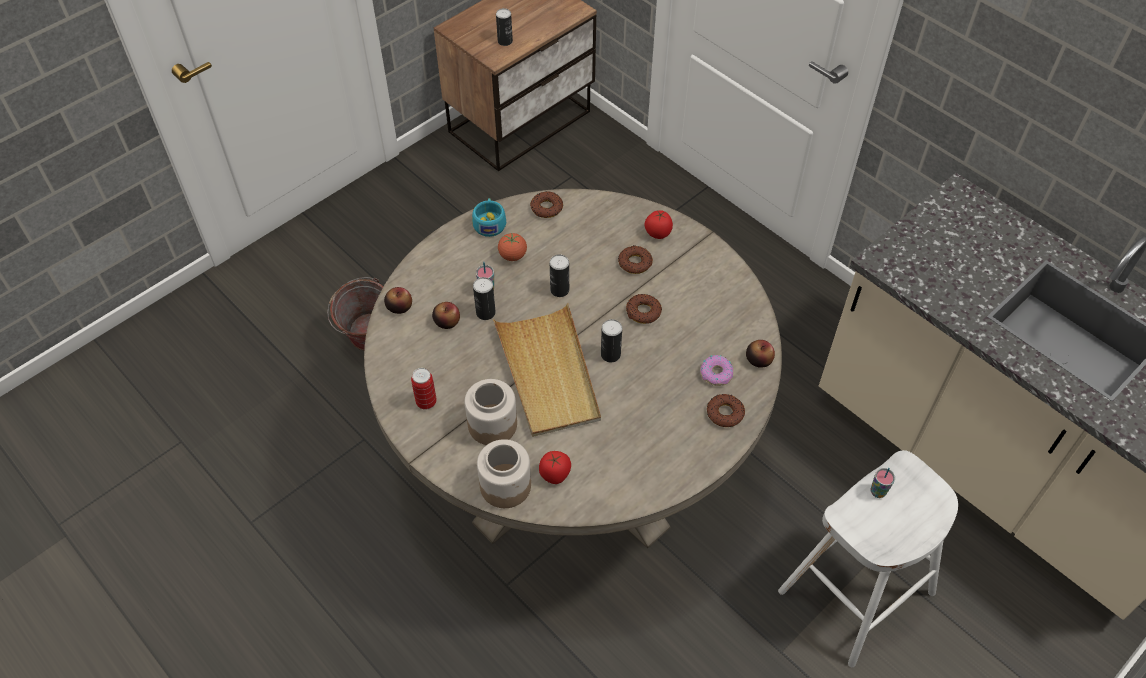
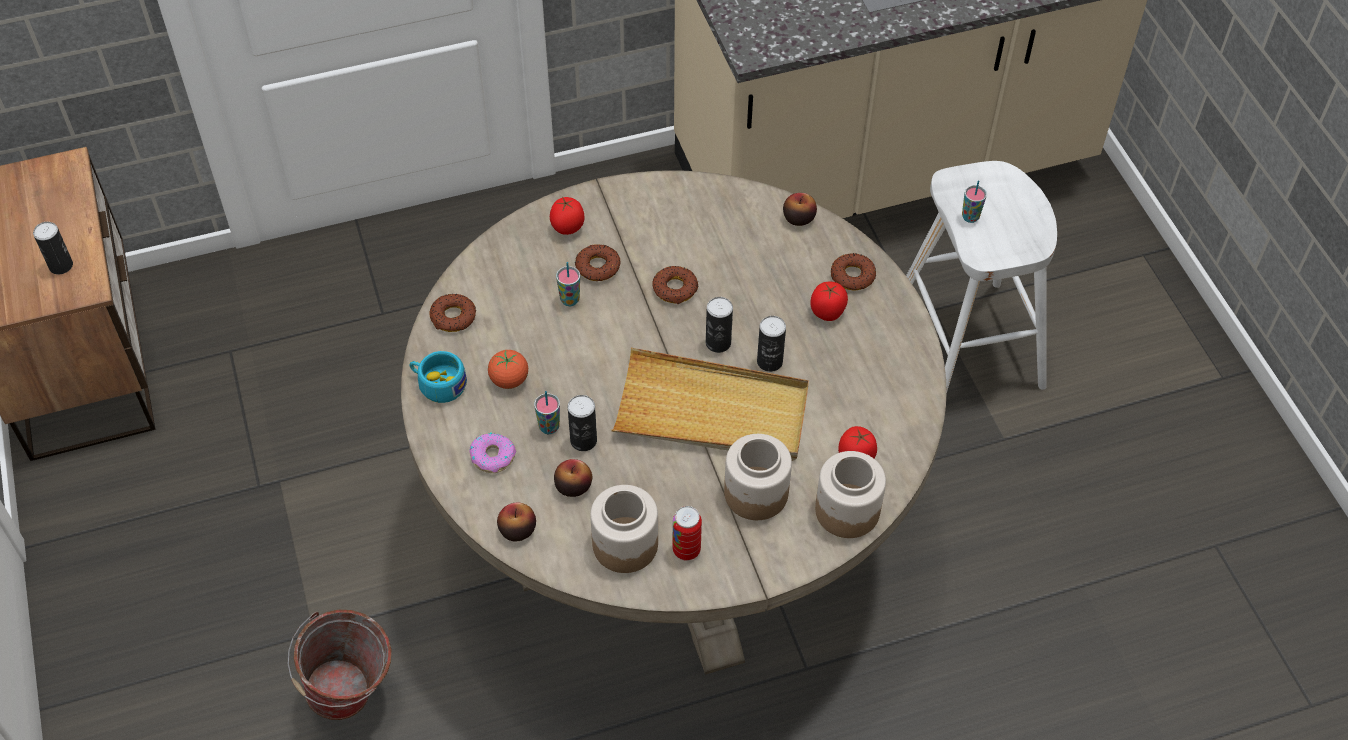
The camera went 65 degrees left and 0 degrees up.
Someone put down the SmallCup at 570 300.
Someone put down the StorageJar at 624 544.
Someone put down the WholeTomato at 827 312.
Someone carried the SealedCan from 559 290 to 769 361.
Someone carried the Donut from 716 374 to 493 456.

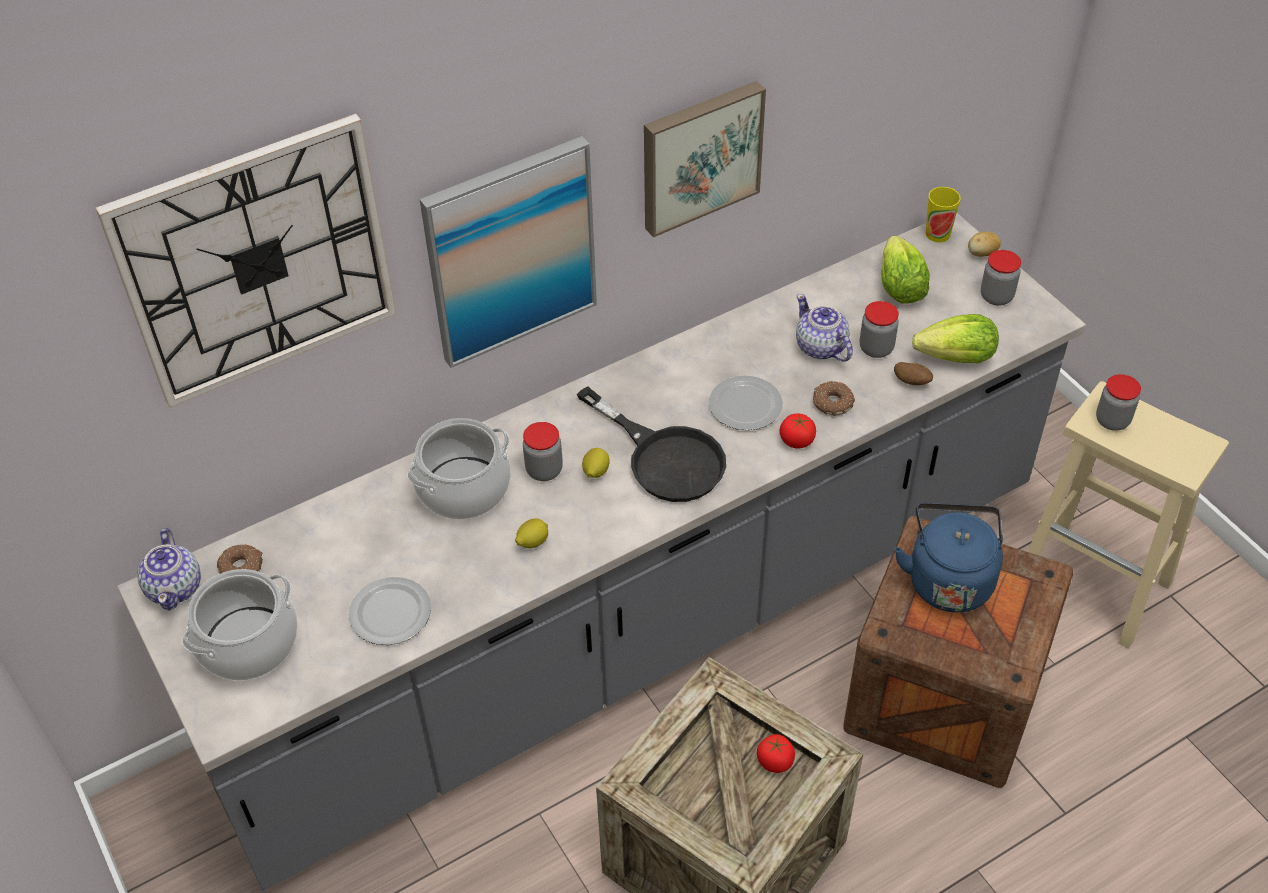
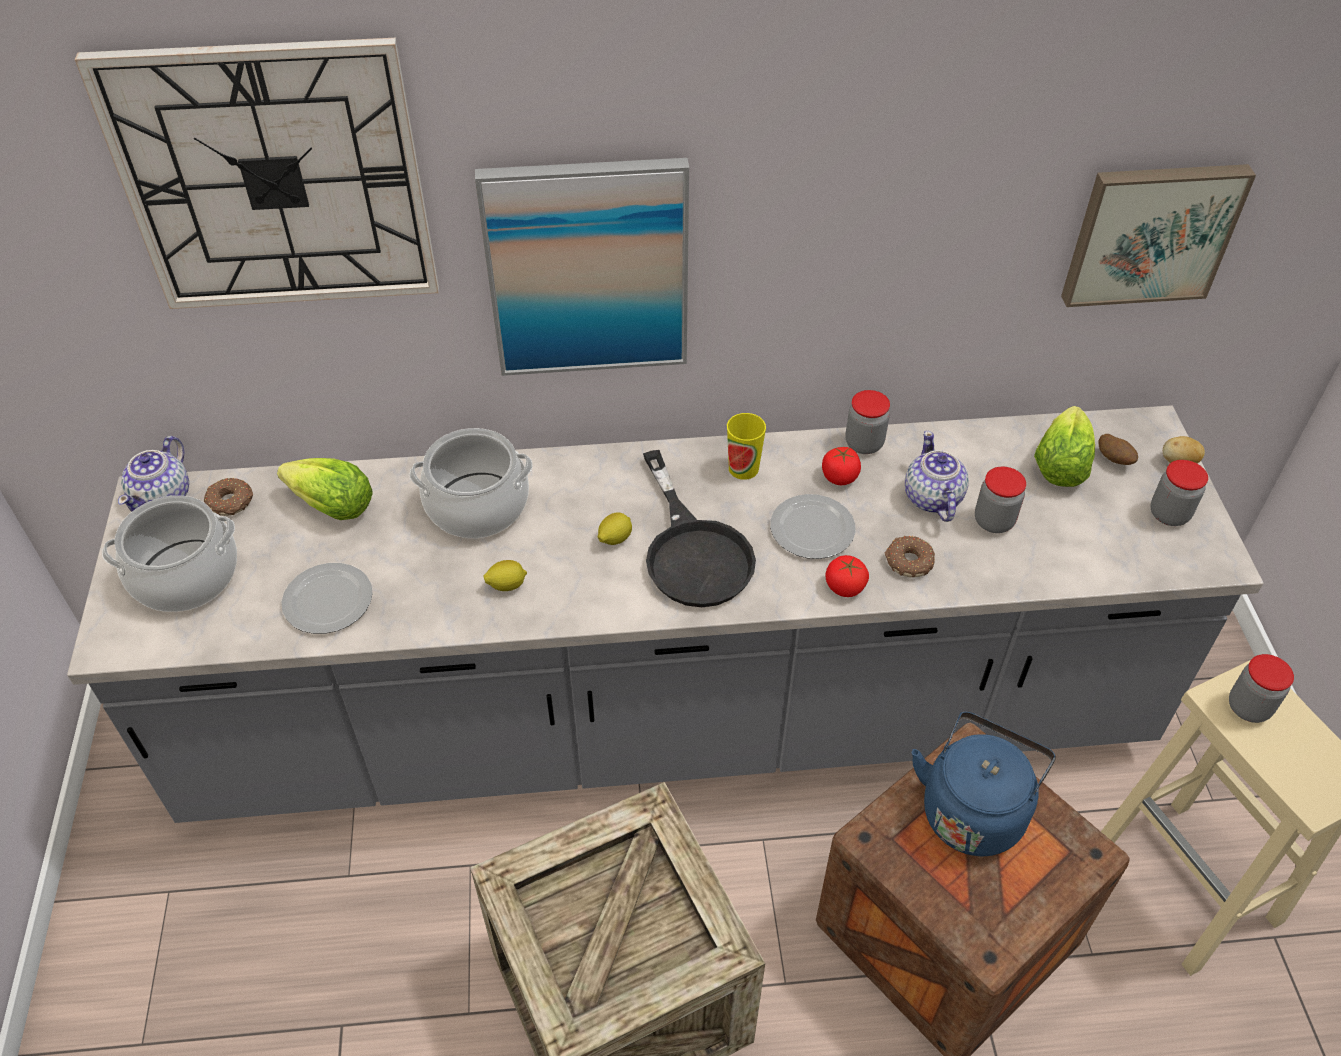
The camera went 25 degrees right and 0 degrees up.
Someone carried the StorageJar from 544 470 to 864 443.
Someone carried the Picture from 699 155 to 1151 232.
Someone carried the WholeTomato from 775 761 to 840 477.
Someone carried the Spud from 912 382 to 1114 459.
Someone carried the HeadOfLettuce from 957 358 to 333 507.
Someone carried the SmallCup from 937 234 to 743 468.

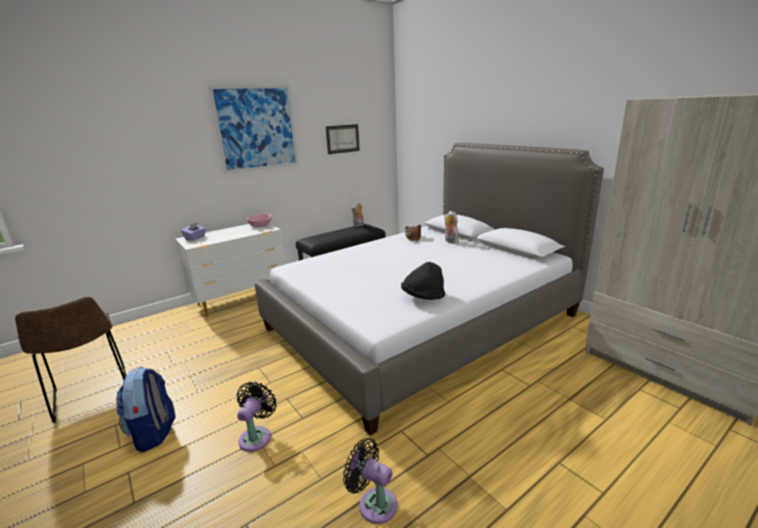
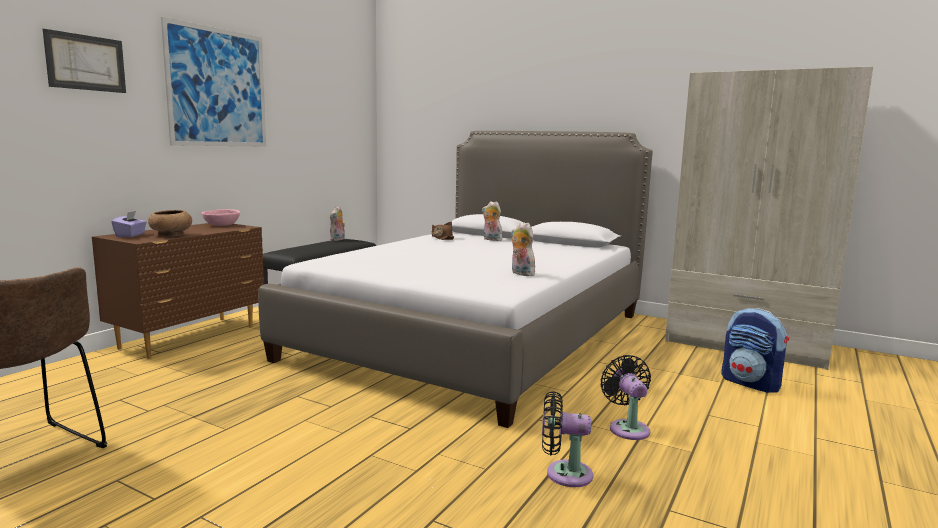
The camera went 25 degrees left and 10 degrees down.
Someone put down the BrownColouredServingBowl at 171 235.
Someone carried the Knapsack from 154 433 to 751 383.
Someone carried the BlackishFan from 257 436 to 627 428.
Someone carried the Picture from 342 139 to 86 62.
Someone swapped the BlackishClothingHat at 423 297 for the SoftToy at 520 273.
Someone repainted the WhitishDrawerChest at 242 299, which became the BrownColouredDrawerChest at 191 337.

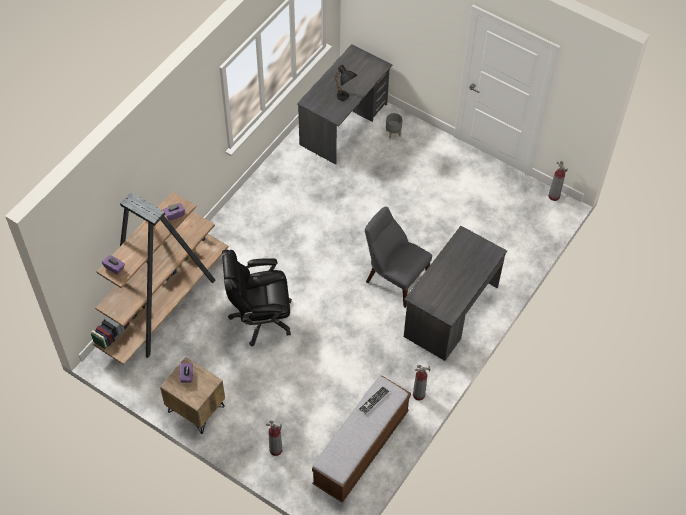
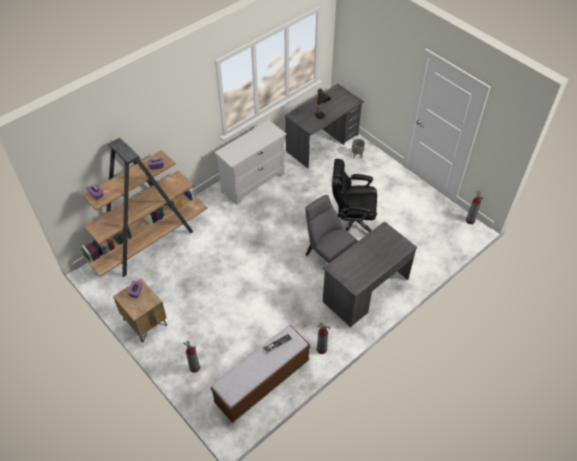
The camera went 15 degrees right and 5 degrees down.
Someone put down the WhitishDrawerChest at 253 182.
Someone carried the BlackishOfficeChair from 260 318 to 352 221.

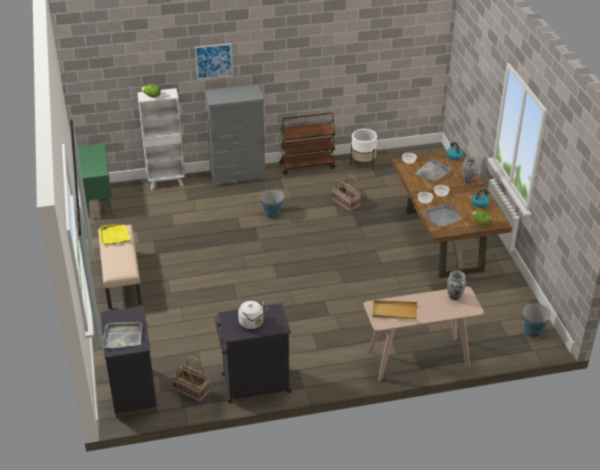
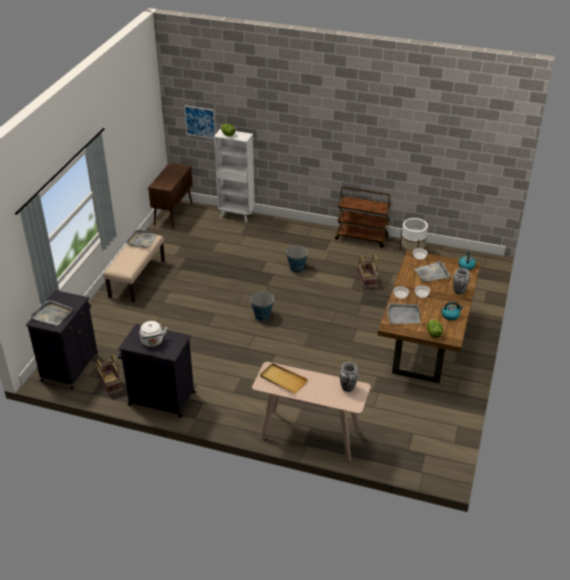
The camera went 30 degrees right and 0 degrees up.
Someone took away the GrayDrawerChest at 238 176.
Someone carried the Picture from 214 61 to 200 122.
Someone carried the Bucket from 533 331 to 262 316.
Someone repainted the GreenColouredStorageCabinet at 98 202, which became the BrownColouredStorageCabinet at 173 214.
Someone repainted the YellowServingTray at 114 235, which became the GrayServingTray at 141 240.

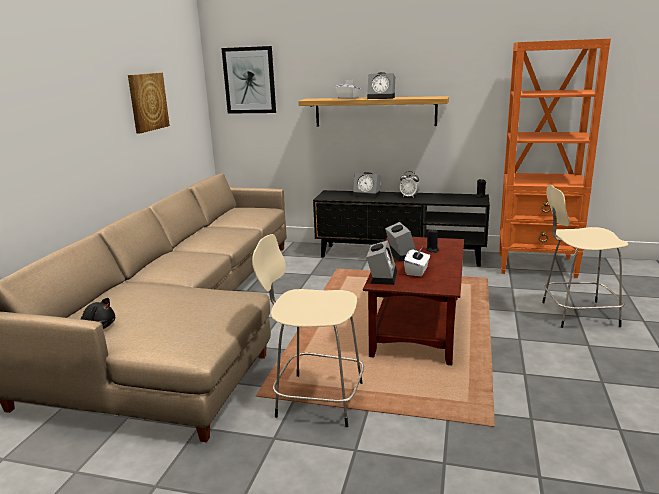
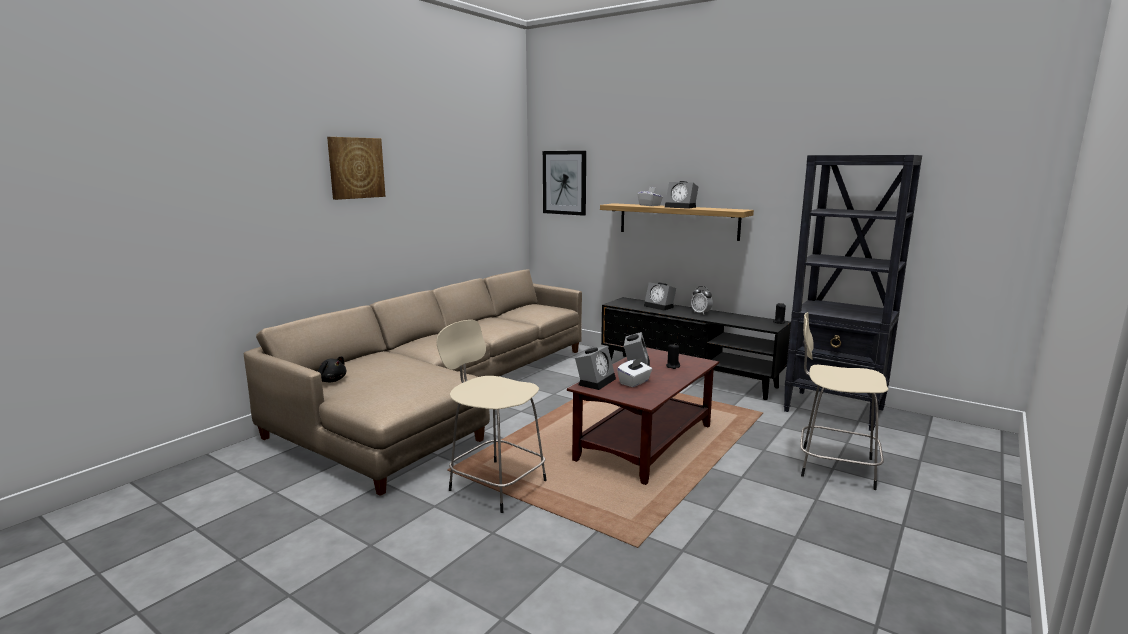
The camera went 20 degrees right and 5 degrees down.
Someone carried the Picture from 147 102 to 356 168.
Someone repainted the OrangeBookcase at 537 266, which became the BlackishBookcase at 835 410.

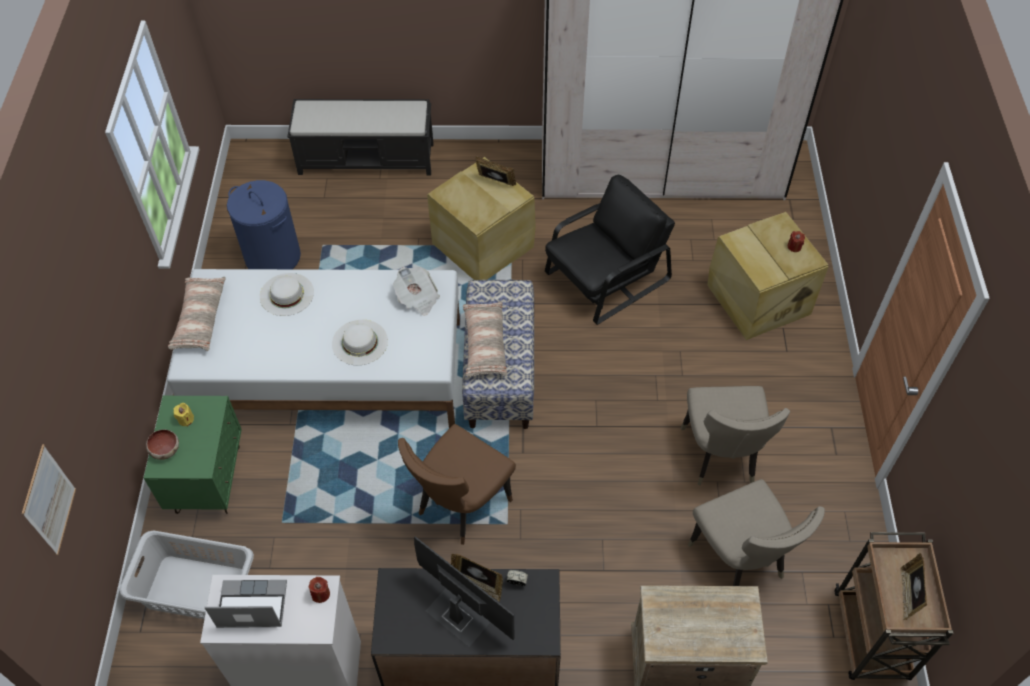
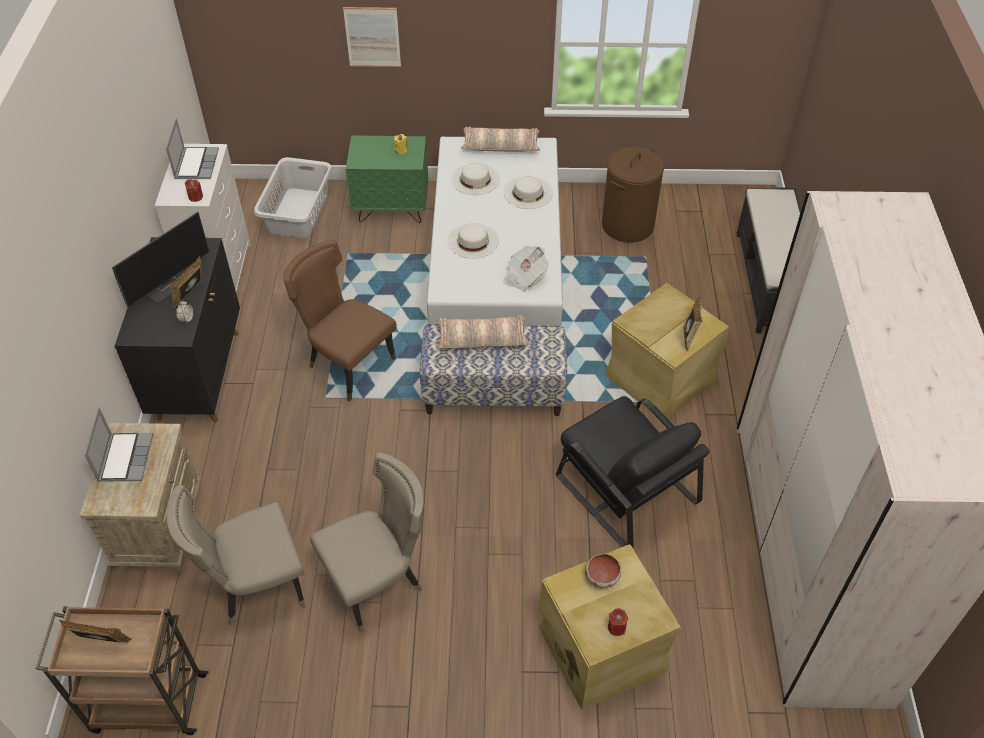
The camera went 90 degrees right and 5 degrees down.
Someone put down the PortableComputer at 125 457.
Someone put down the WhitishClothingHat at 475 179.
Someone carried the Picture from 49 500 to 372 37.
Someone carried the ServingBowl from 164 449 to 602 576.
Someone repainted the BlueHamper at 272 257, which became the BrownColouredHamper at 627 225.
Someone rotated the BeigeColouredPlainChair at 721 457 by 150 degrees clockwise.

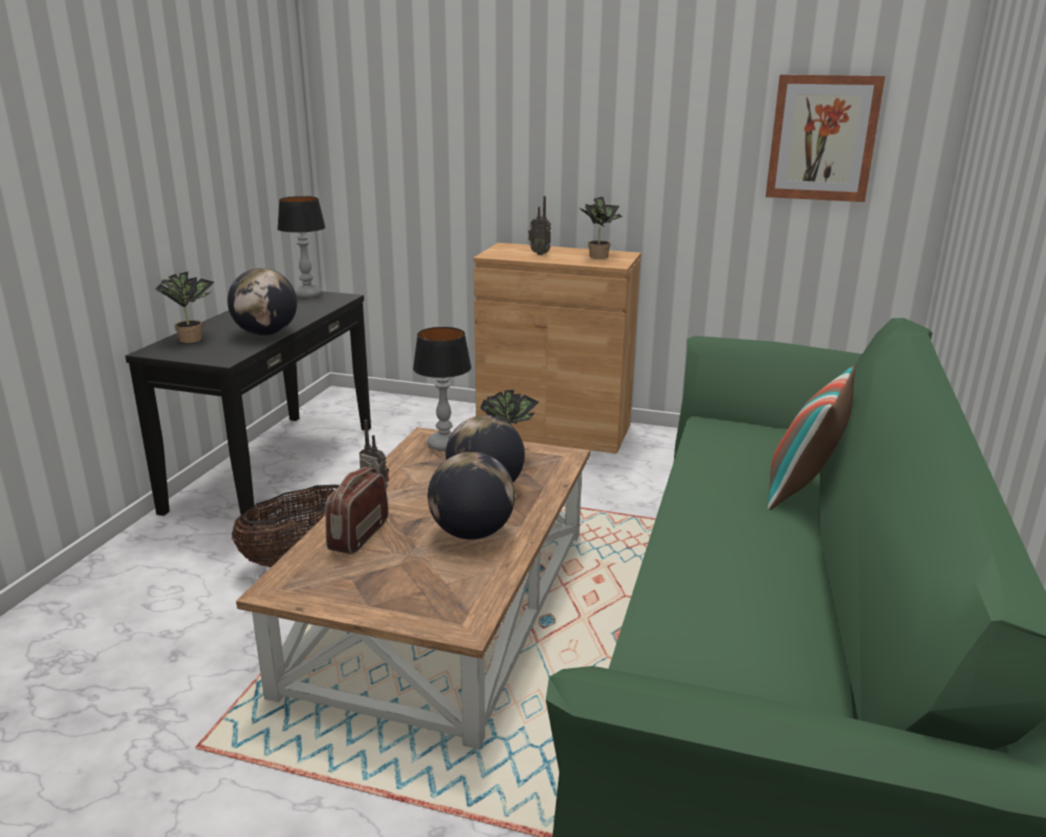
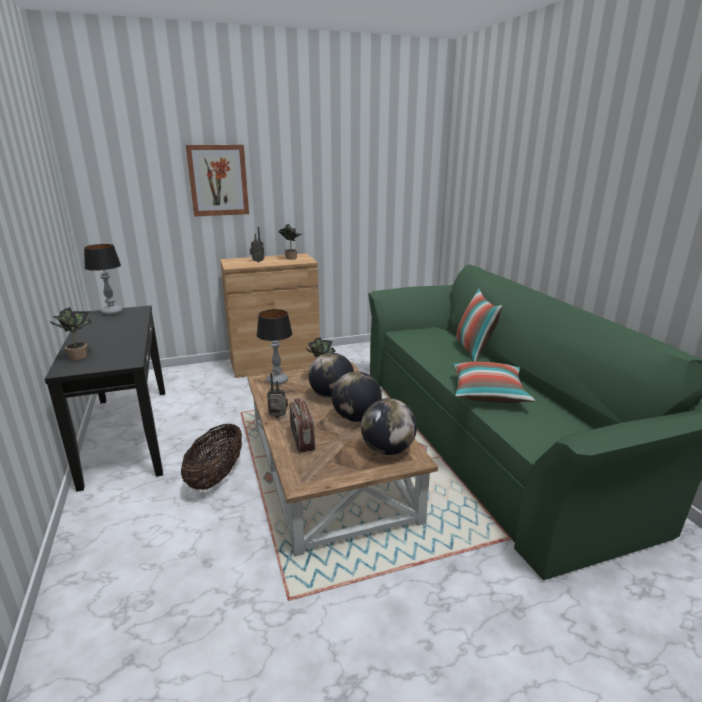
The camera went 35 degrees left and 0 degrees up.
Someone put down the Cushion at 488 393.
Someone carried the WorldGlobe from 266 334 to 387 450.
Someone carried the Picture from 822 138 to 218 180.

